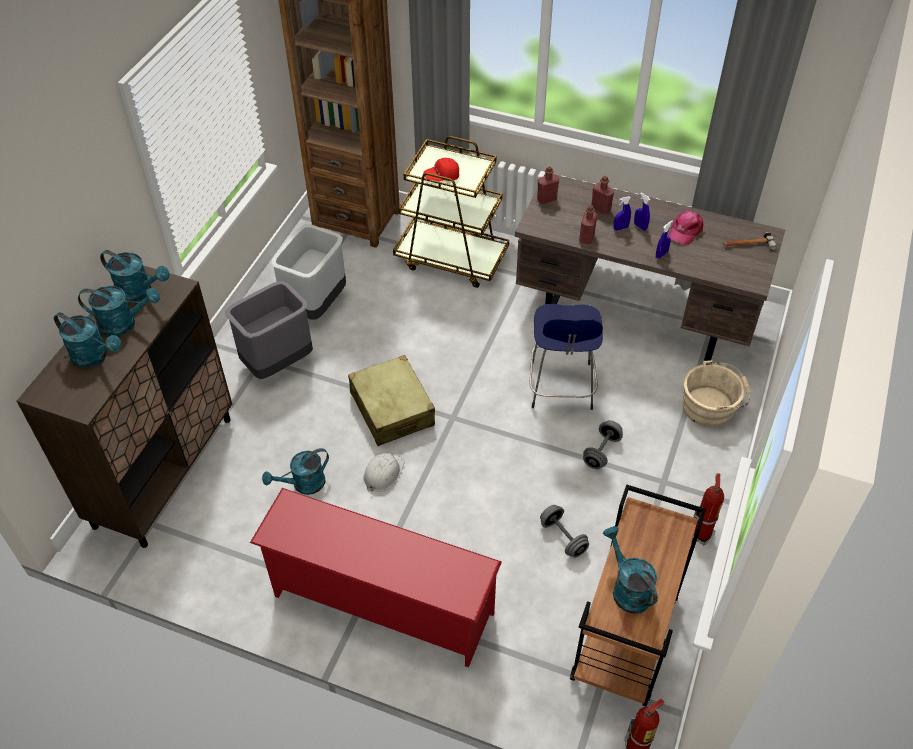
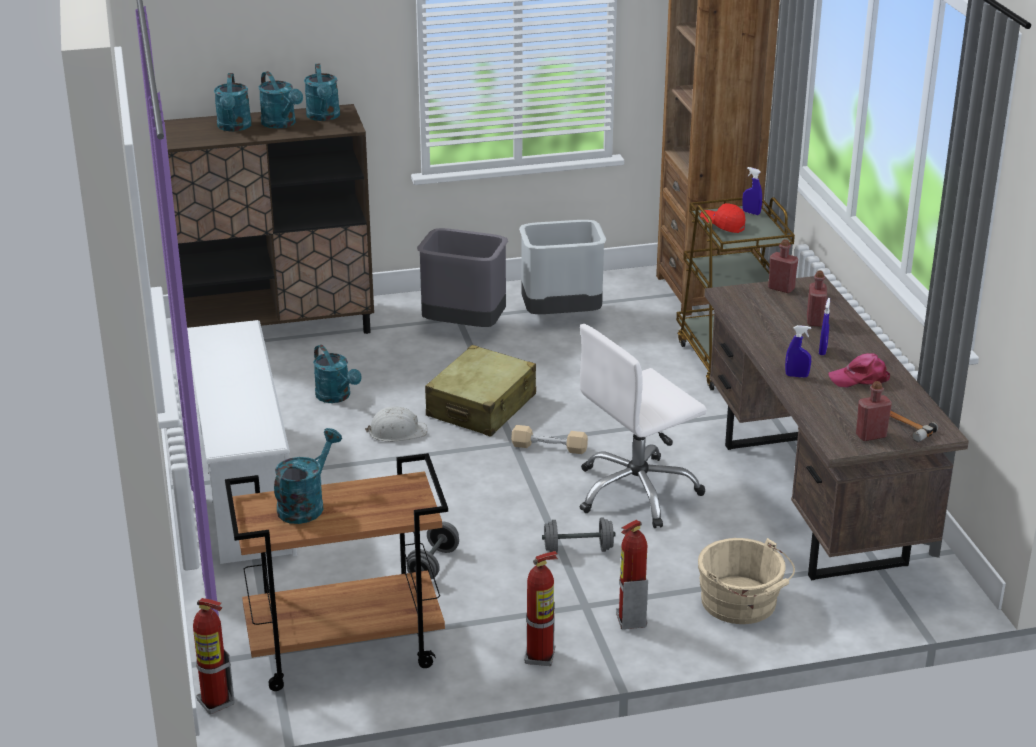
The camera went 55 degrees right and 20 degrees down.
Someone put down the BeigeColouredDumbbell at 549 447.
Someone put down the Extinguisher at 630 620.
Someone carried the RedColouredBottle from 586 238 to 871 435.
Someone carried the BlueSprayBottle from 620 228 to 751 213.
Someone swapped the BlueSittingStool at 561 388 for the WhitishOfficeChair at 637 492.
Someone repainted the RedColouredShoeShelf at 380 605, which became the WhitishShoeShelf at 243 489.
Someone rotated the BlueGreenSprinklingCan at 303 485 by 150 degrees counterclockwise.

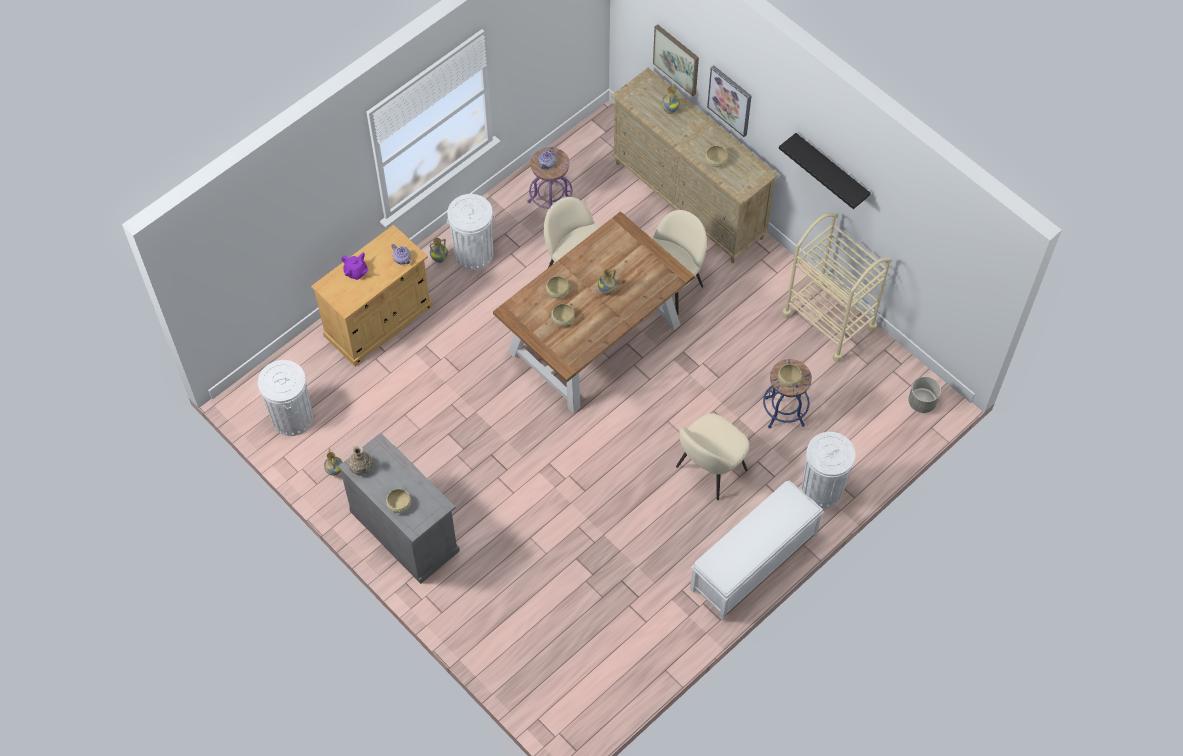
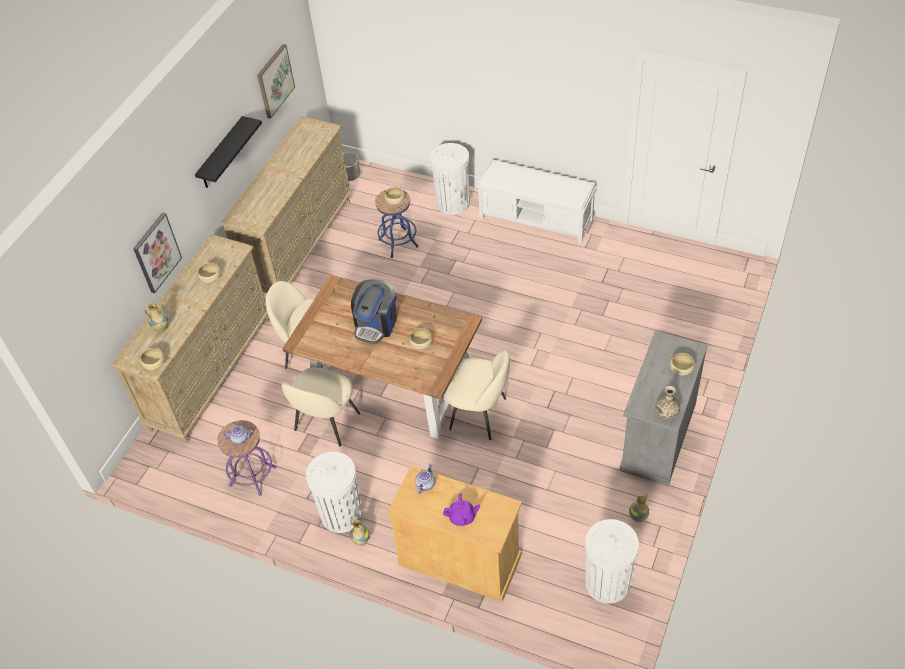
The camera went 110 degrees left and 10 degrees down.
Someone carried the BeigeColouredServingBowl from 557 291 to 154 363.
Someone carried the Picture from 676 59 to 275 81.
Someone carried the BeigeColouredPlainChair from 710 469 to 480 414.
Someone swapped the FlowerVase at 607 291 for the CoffeeMaker at 376 324.
Someone swapped the BeigeColouredCart at 829 321 for the BeigeColouredDrawerChest at 301 245.
Someone rotated the PurpleColouredTeaPot at 356 272 by 75 degrees clockwise.

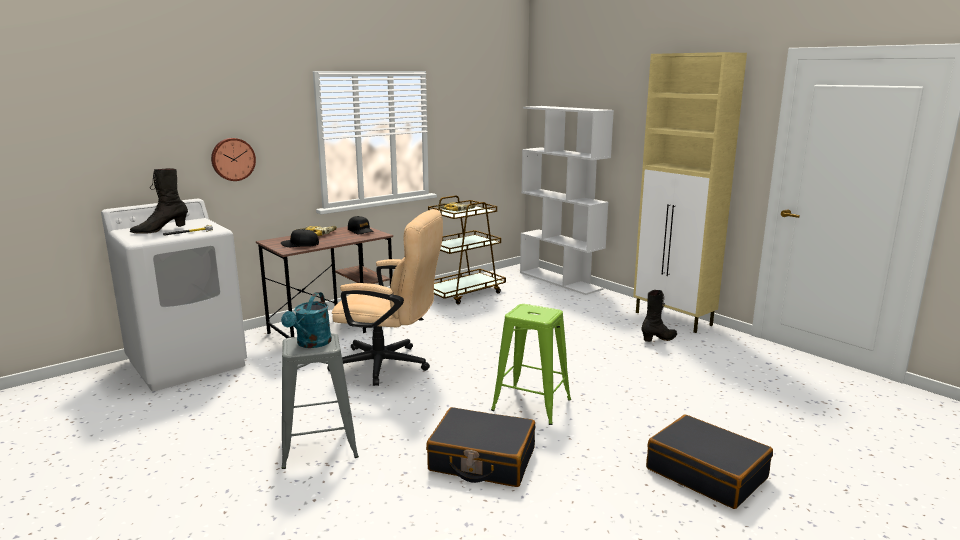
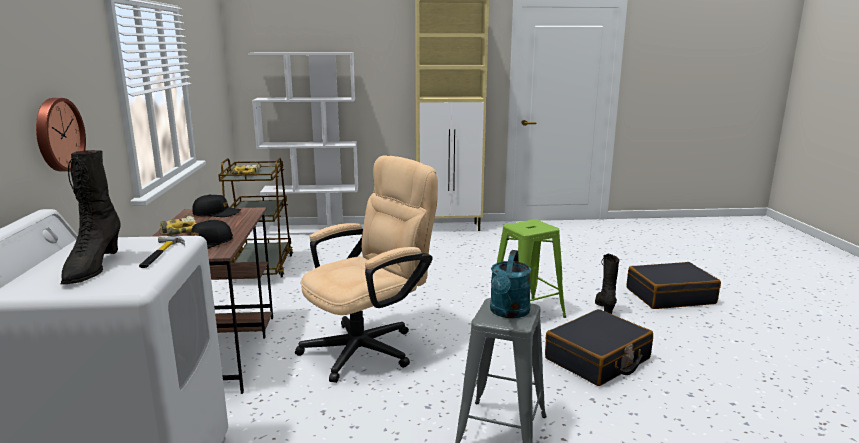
The camera went 55 degrees left and 0 degrees up.
Someone carried the BlackishBoot from 659 339 to 604 307.
Someone rotated the BlueGreenSprinklingCan at 311 344 by 60 degrees clockwise.

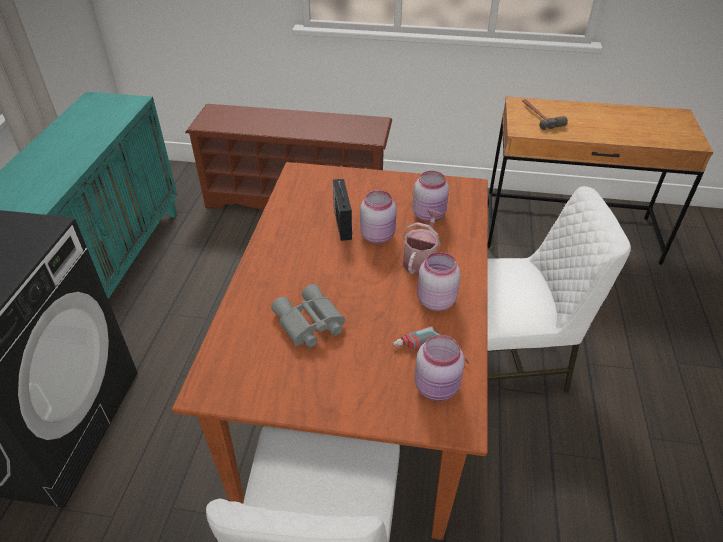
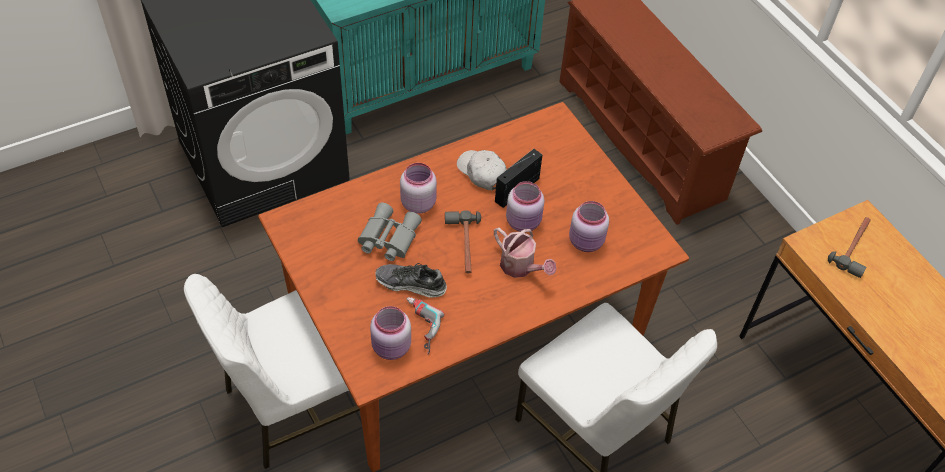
The camera went 50 degrees right and 10 degrees up.
Someone put down the Shoe at 411 284.
Someone put down the HandHammer at 464 245.
Someone put down the WhitishBaseballCap at 482 172.
Someone carried the PinkishStorageJar from 434 301 to 418 203.
Someone rotated the SprinklingCan at 421 260 by 60 degrees clockwise.

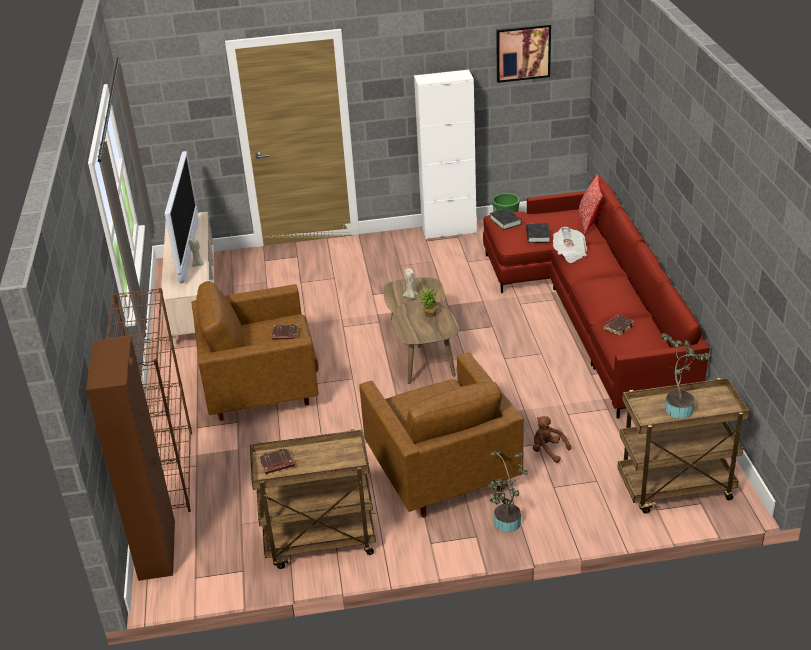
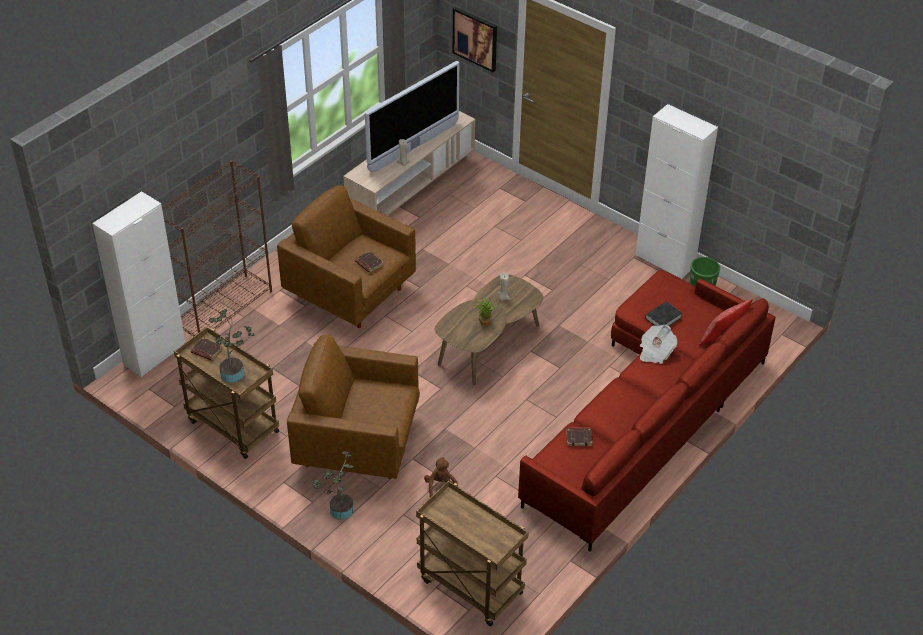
The camera went 45 degrees right and 10 degrees up.
Someone took away the BlackishBoundBook at 505 221.
Someone carried the Picture from 523 52 to 475 38.
Someone carried the PlantInAPot from 679 407 to 235 373.
Someone repainted the BrownColouredStorageCabinet at 157 550, which became the WhitishStorageCabinet at 154 354.
Someone rotated the BrownColouredLoungeChair at 441 472 by 75 degrees clockwise.

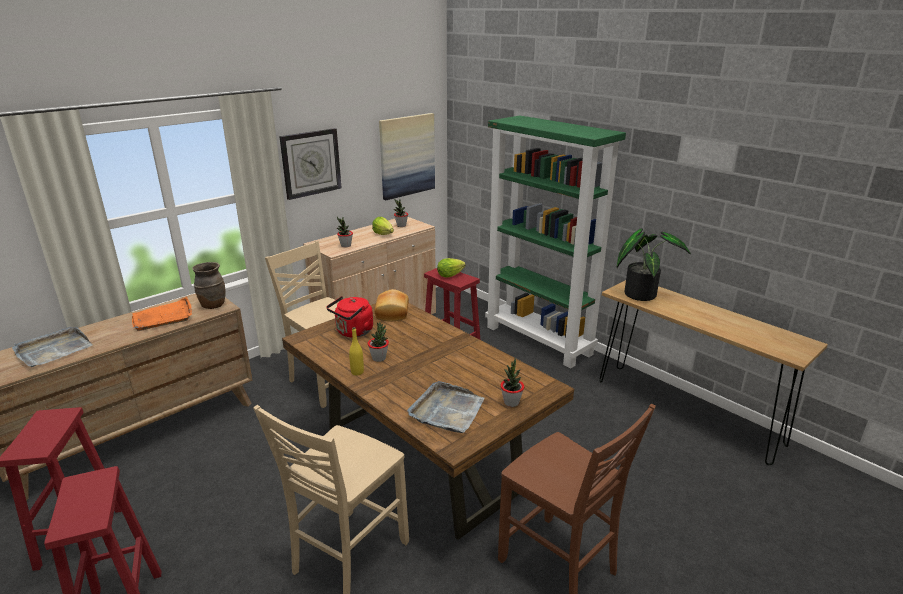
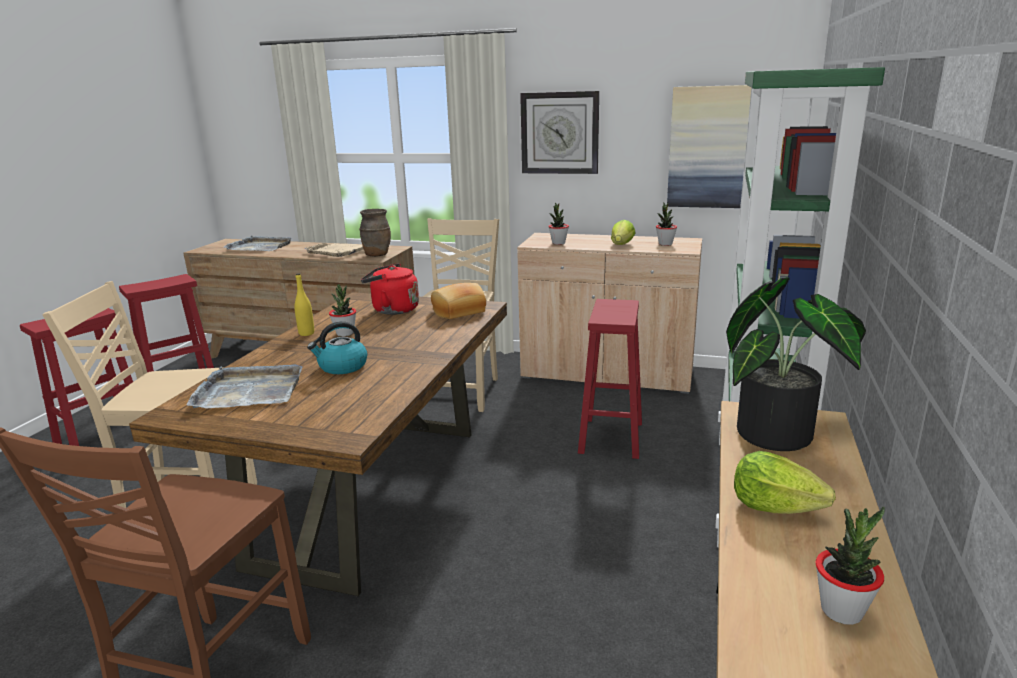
The camera went 60 degrees right and 5 degrees down.
Someone put down the TeaKettle at 342 367.
Someone carried the HeadOfLettuce from 450 275 to 774 507.
Someone carried the PlantInAPot from 511 402 to 841 610.
Someone repainted the OrangeServingTray at 163 317, which became the BeigeColouredServingTray at 339 251.

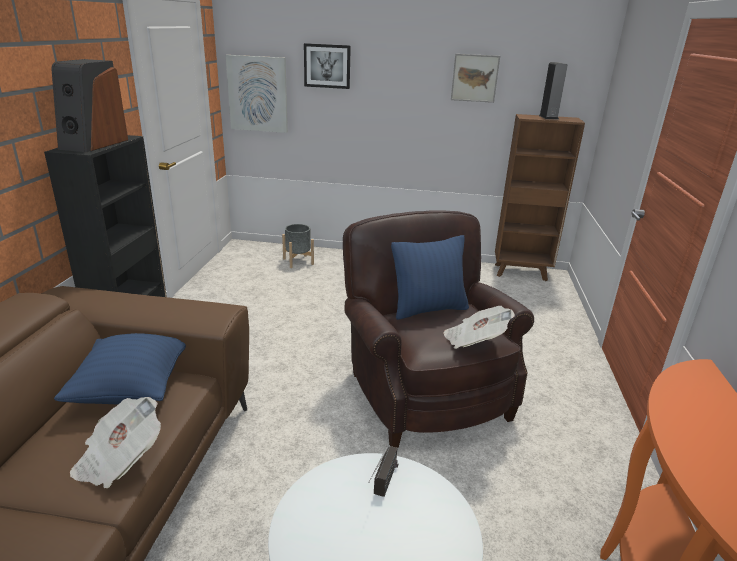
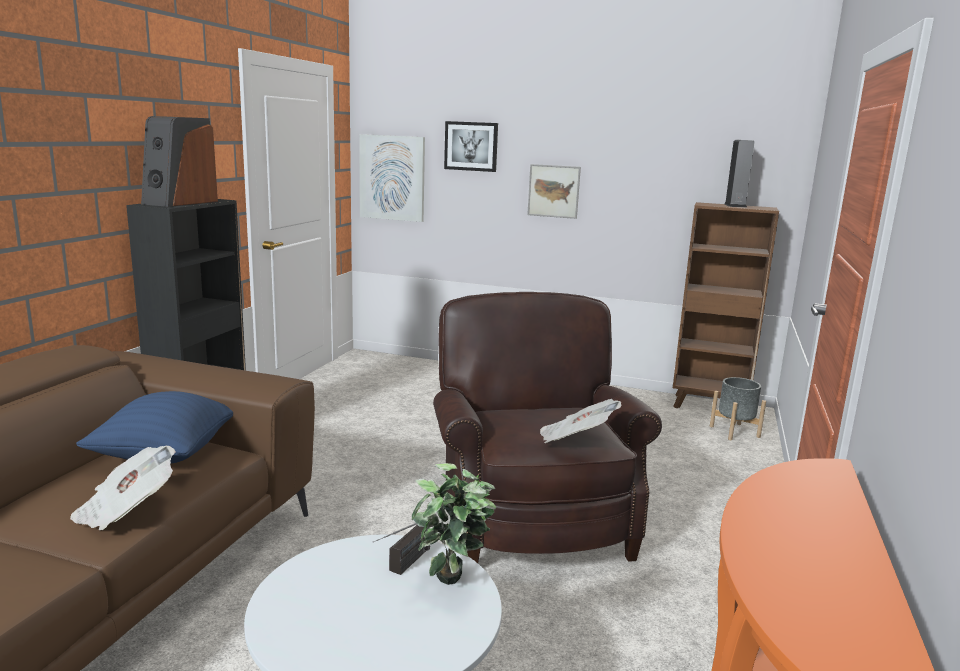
The camera went 10 degrees right and 10 degrees down.
Someone took away the BlueCushion at 428 309.
Someone put down the PlantInAPot at 452 589.
Someone carried the GrayFlowerPot from 298 261 to 734 431.
Someone carried the Picture from 474 78 to 553 191.

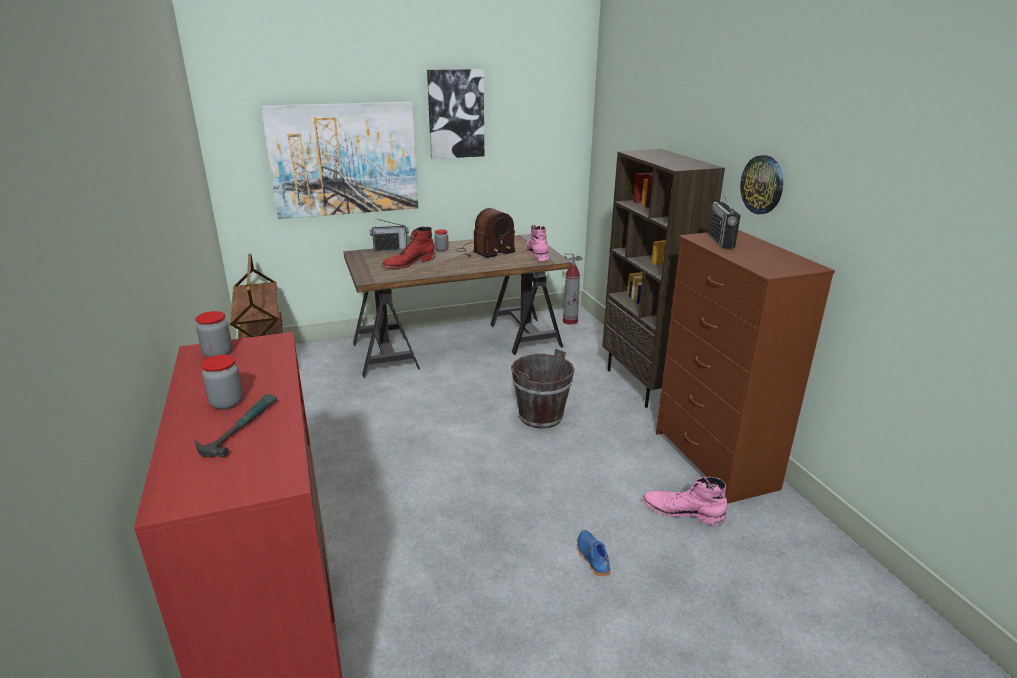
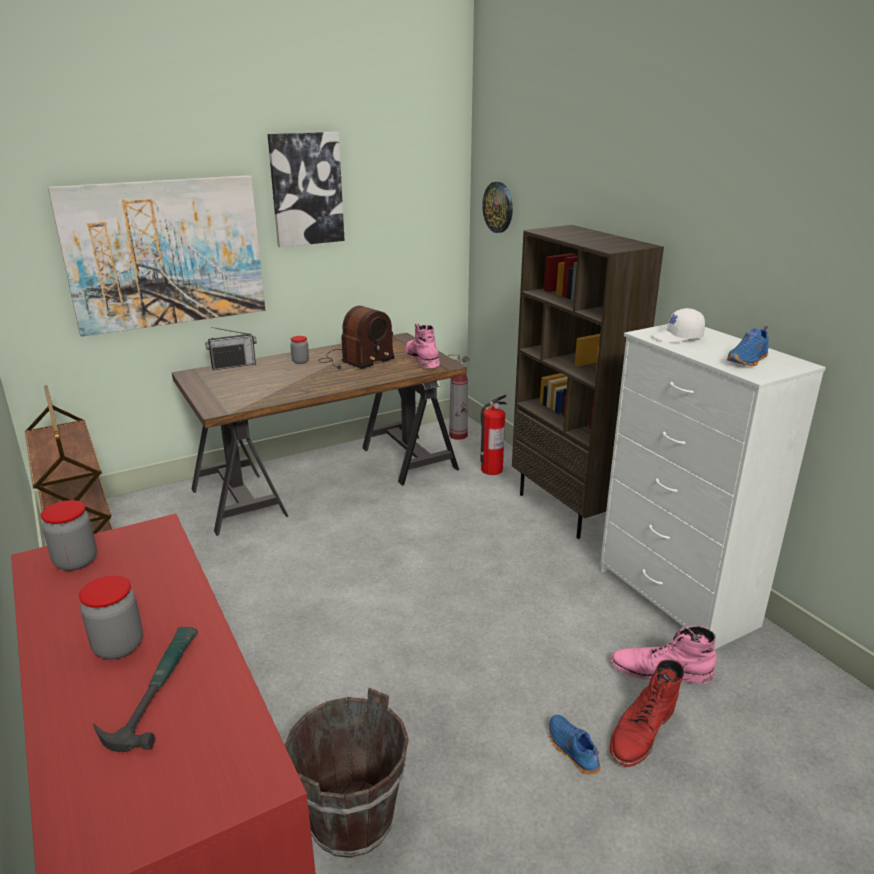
The camera went 10 degrees left and 0 degrees up.
Someone put down the Extinguisher at 491 470.
Someone put down the BlueShoe at 748 360.
Someone carried the RedColouredBoot from 408 263 to 642 731.
Someone carried the BrownColouredBucket from 541 417 to 352 820.
Someone carried the HangingClock from 762 184 to 498 207.
Someone swapped the RadioSet at 721 241 for the WhitishBaseballCap at 677 337.
Someone repainted the BrownColouredDrawerChest at 714 460, which became the WhitishDrawerChest at 676 598.

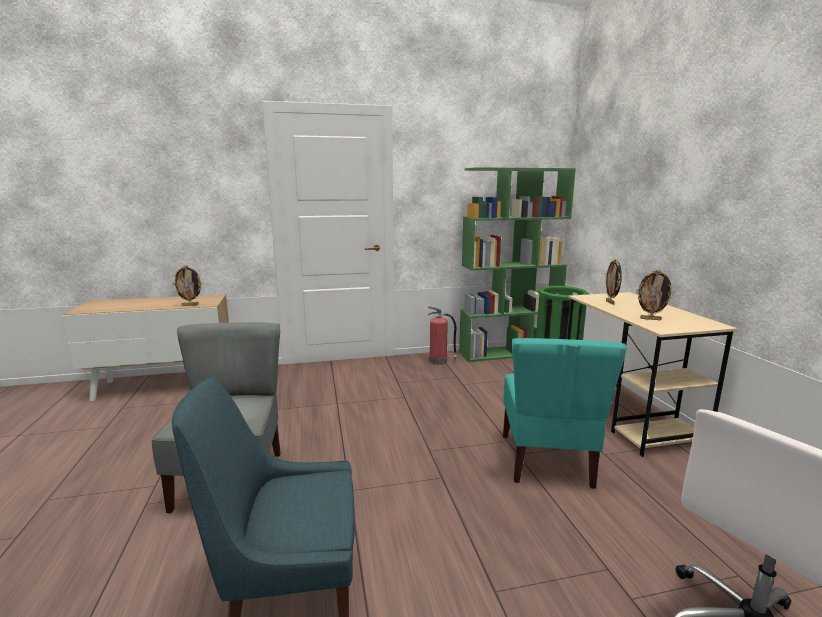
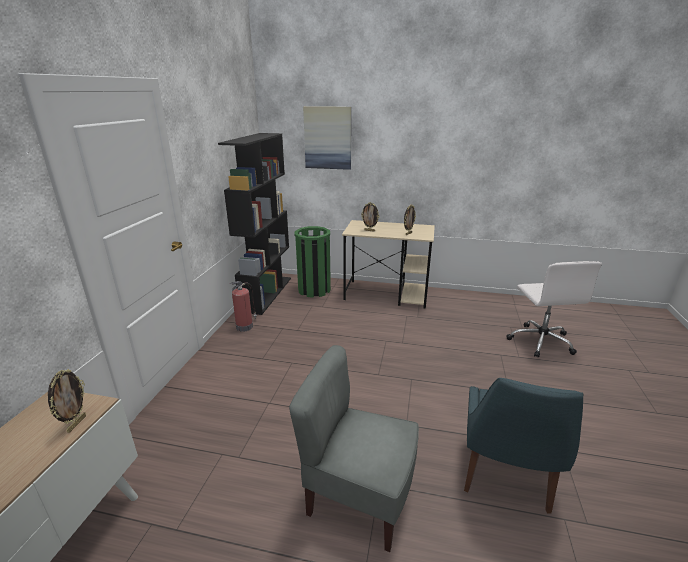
The camera went 65 degrees left and 10 degrees up.
Someone took away the BlueGreenPlainChair at 547 461.
Someone put up the Picture at 328 138.
Someone repainted the GreenColouredBookcase at 509 352, which became the BlackishBookcase at 266 293.

